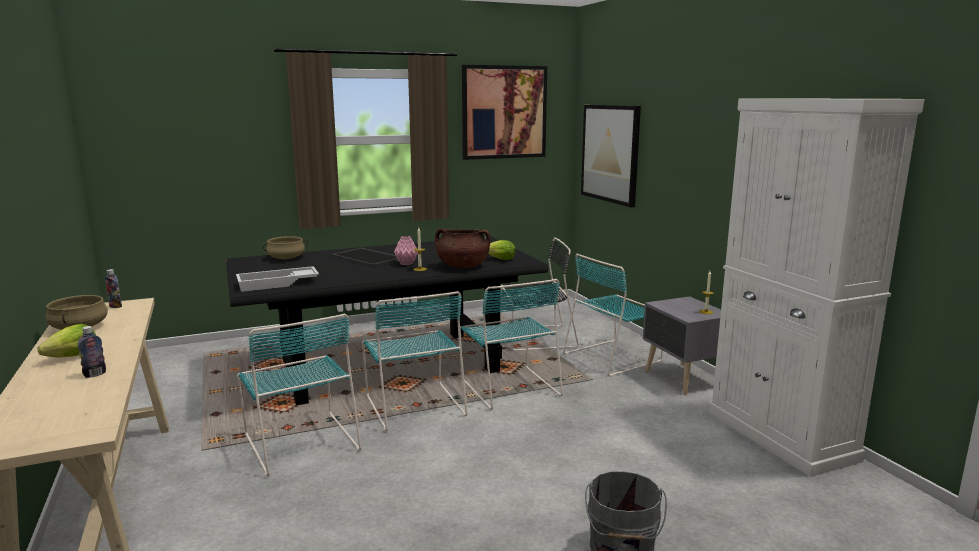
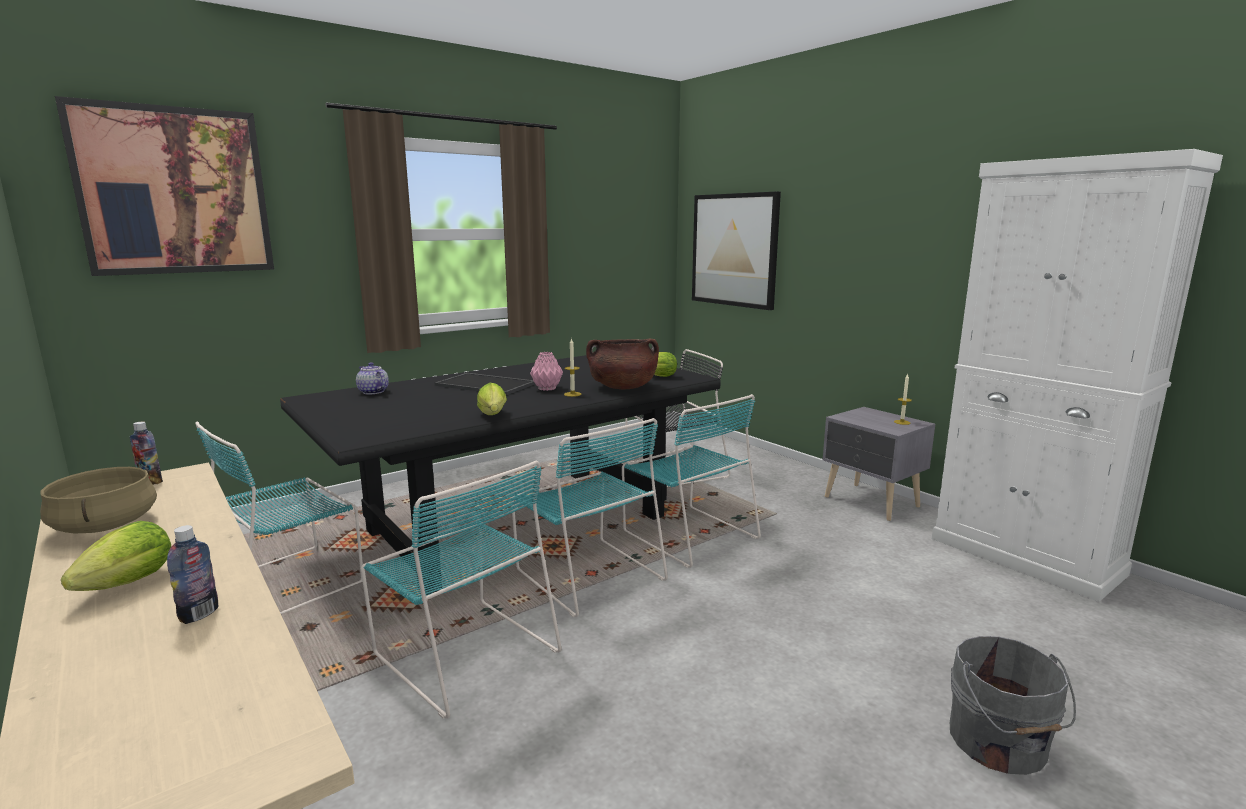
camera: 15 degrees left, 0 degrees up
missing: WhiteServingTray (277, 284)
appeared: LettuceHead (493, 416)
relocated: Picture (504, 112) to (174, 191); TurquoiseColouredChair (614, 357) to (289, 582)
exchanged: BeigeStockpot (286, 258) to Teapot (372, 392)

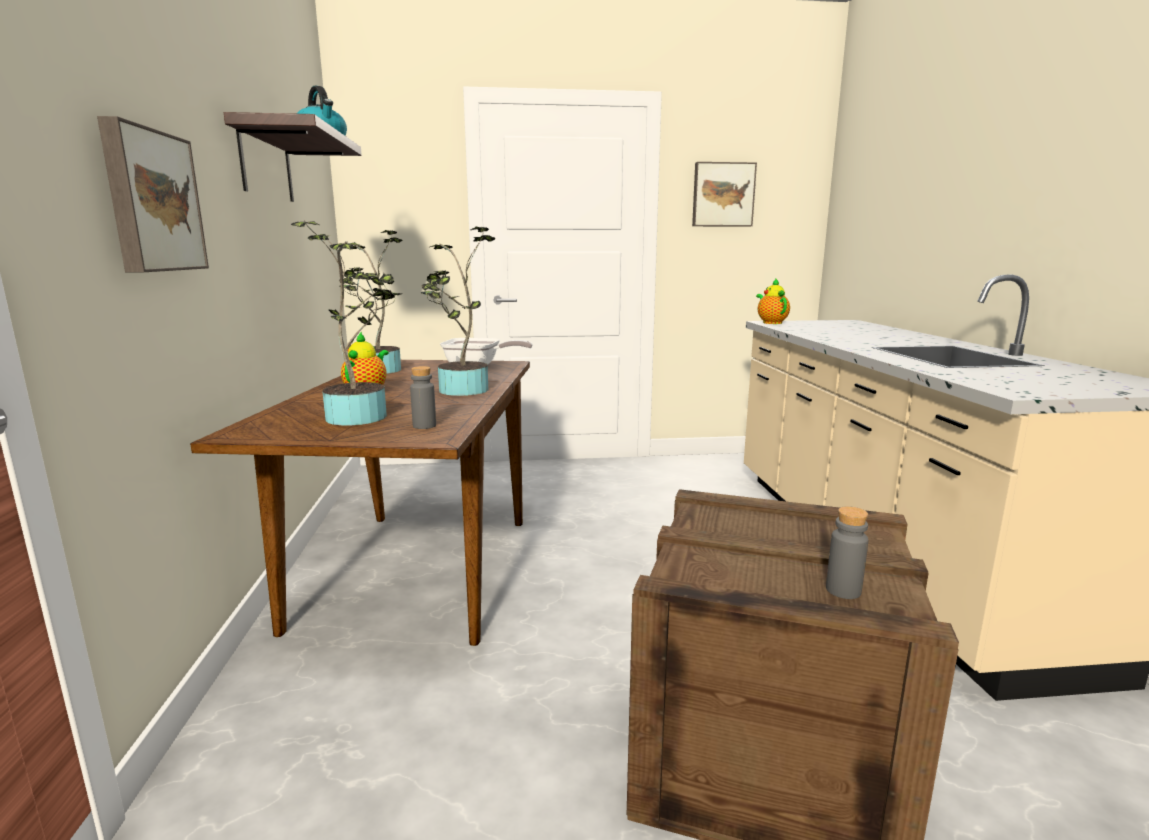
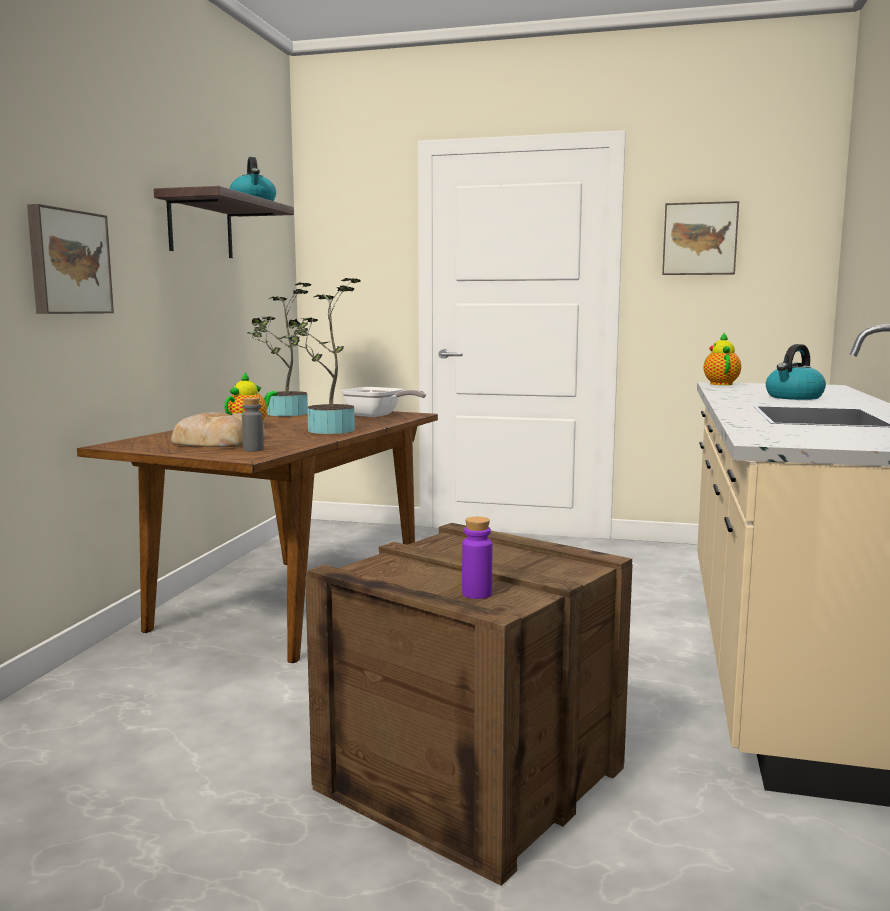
camera: 20 degrees right, 5 degrees down
appeared: TeaKettle (794, 397)
exchanged: Houseplant (362, 415) to BakedBread (218, 441)
colour: GreyishBeverageBottle (843, 590) to PurpleBeverageBottle (476, 594)

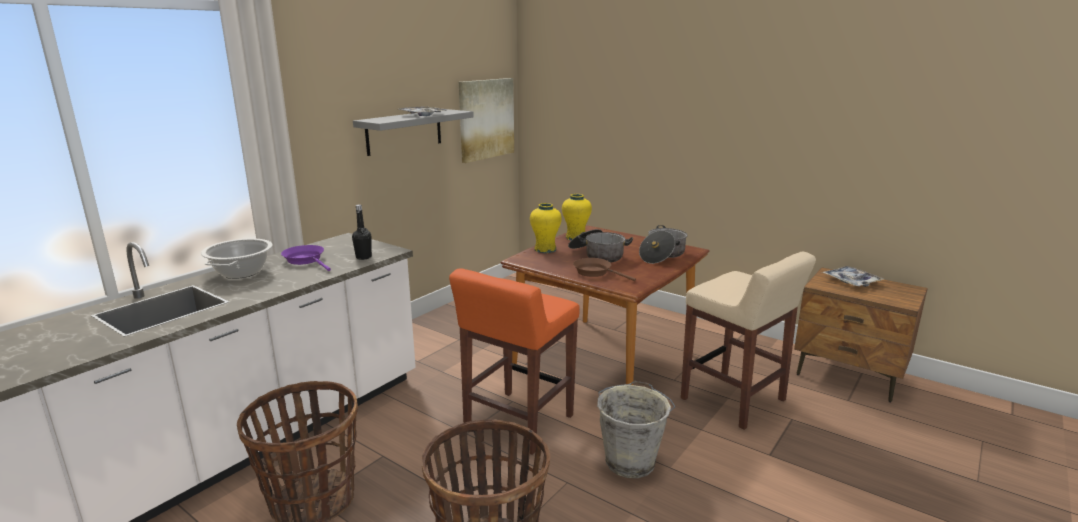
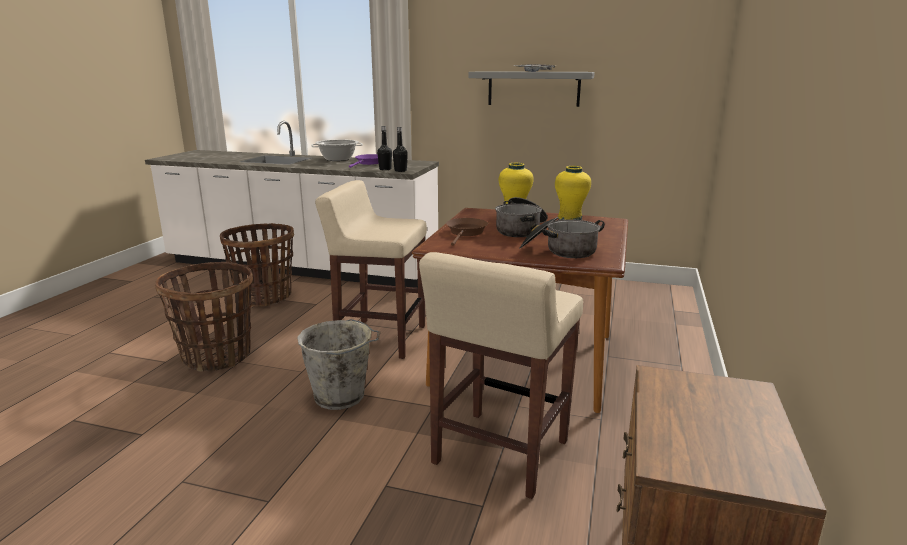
camera: 70 degrees right, 0 degrees up
missing: Picture (486, 119); ServingTray (851, 281)
appeared: BlackBeverageBottle (400, 171)
colour: OrangeyStoolSeat (517, 422) to BeigeStoolSeat (380, 338)

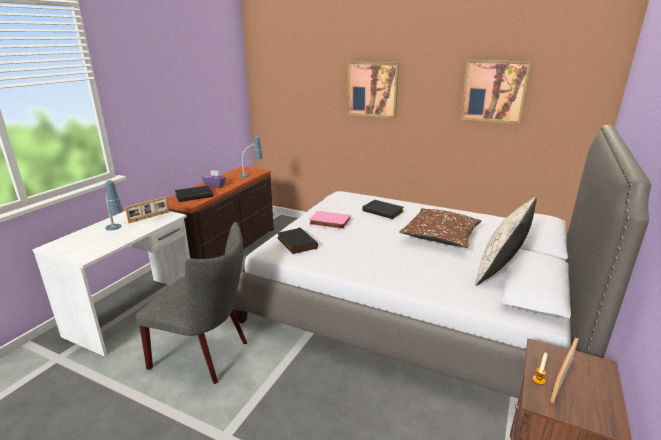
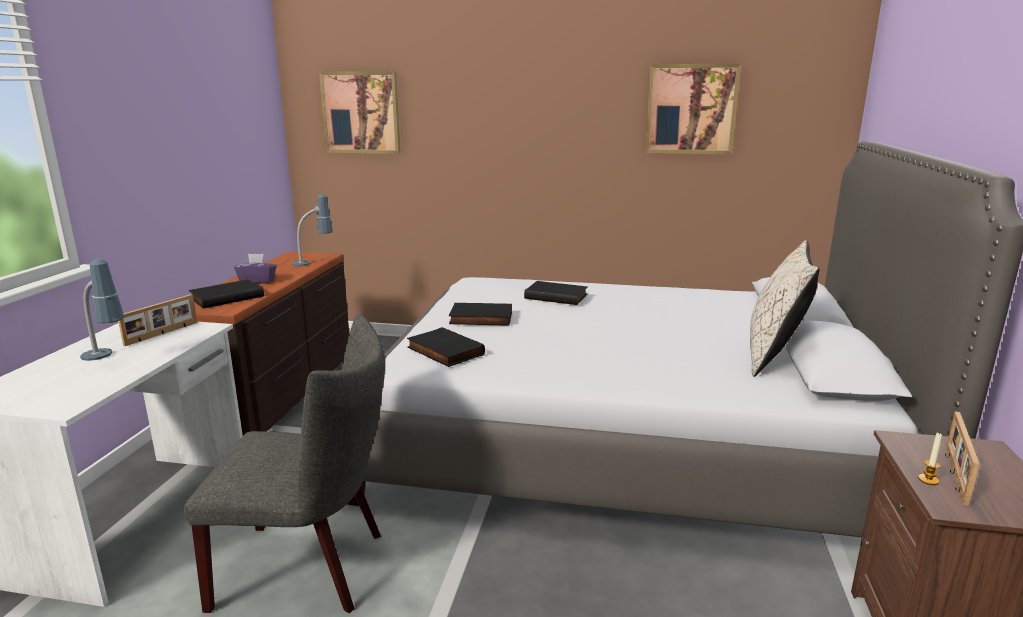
camera: 15 degrees left, 5 degrees down
missing: BrownPillow (440, 236)
relocated: Picture (372, 89) to (361, 112)
colour: PinkishBoundBook (329, 222) to BlackBoundBook (480, 319)

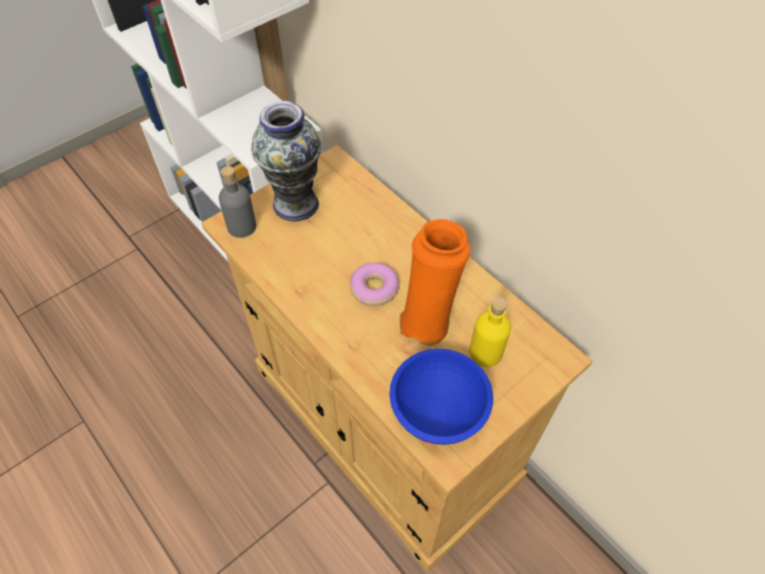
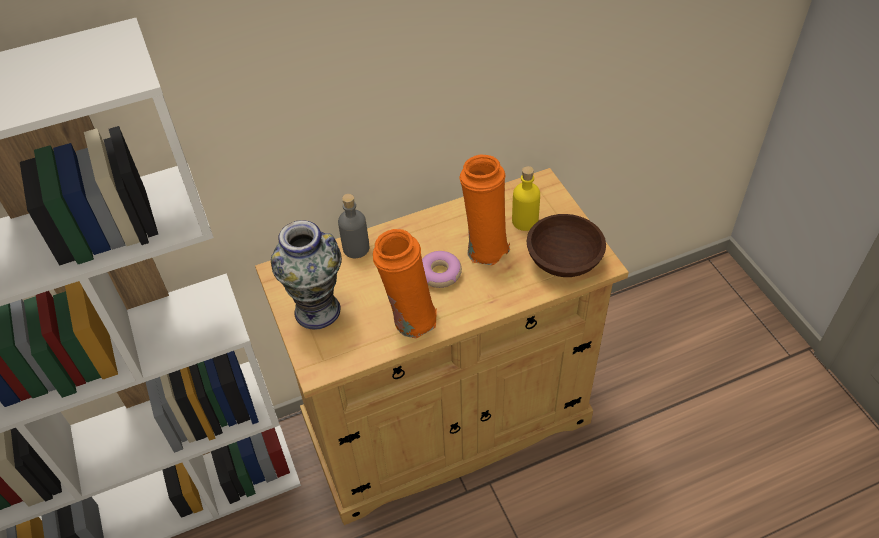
camera: 70 degrees left, 5 degrees down
appeared: OrangeyDecorativeVase (409, 319)
relocated: GreyishBeverageBottle (242, 226) to (356, 248)
colour: BluishBowl (437, 410) to BrownBowl (564, 261)

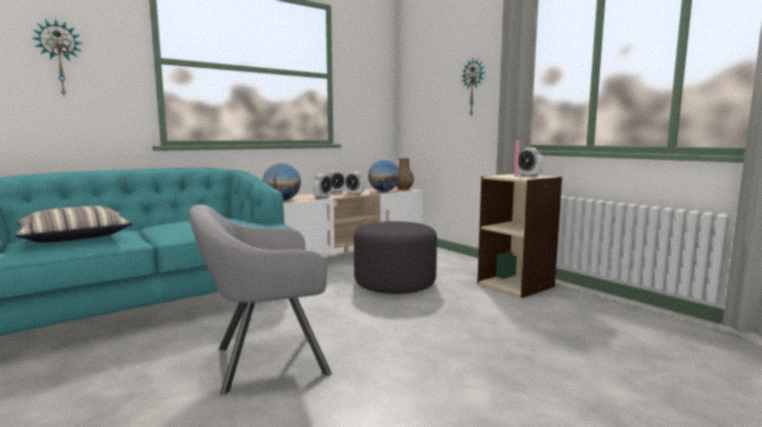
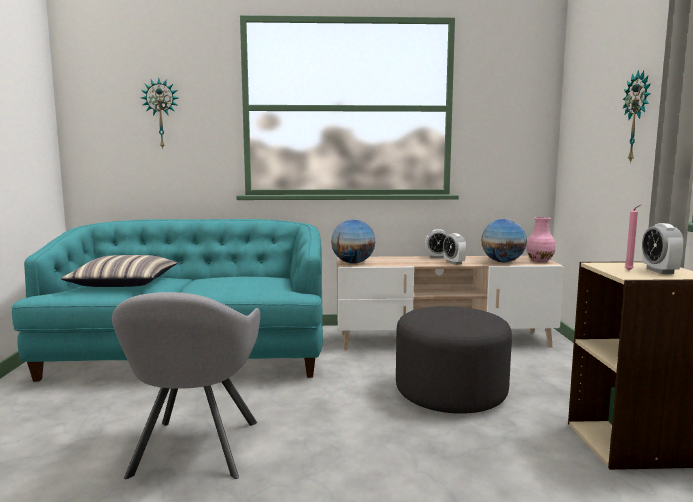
camera: 35 degrees right, 0 degrees up
missing: BedsideClock (322, 197)
colour: BrownDecorativeVase (404, 189) to PinkishDecorativeVase (540, 261)
spun: GreyishArmchair (265, 361) = (194, 451) 105 degrees counterclockwise

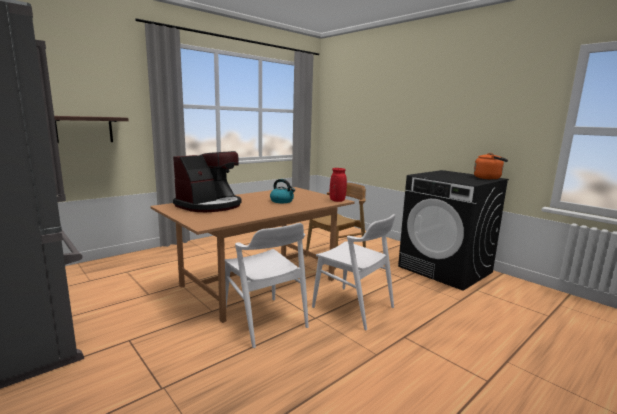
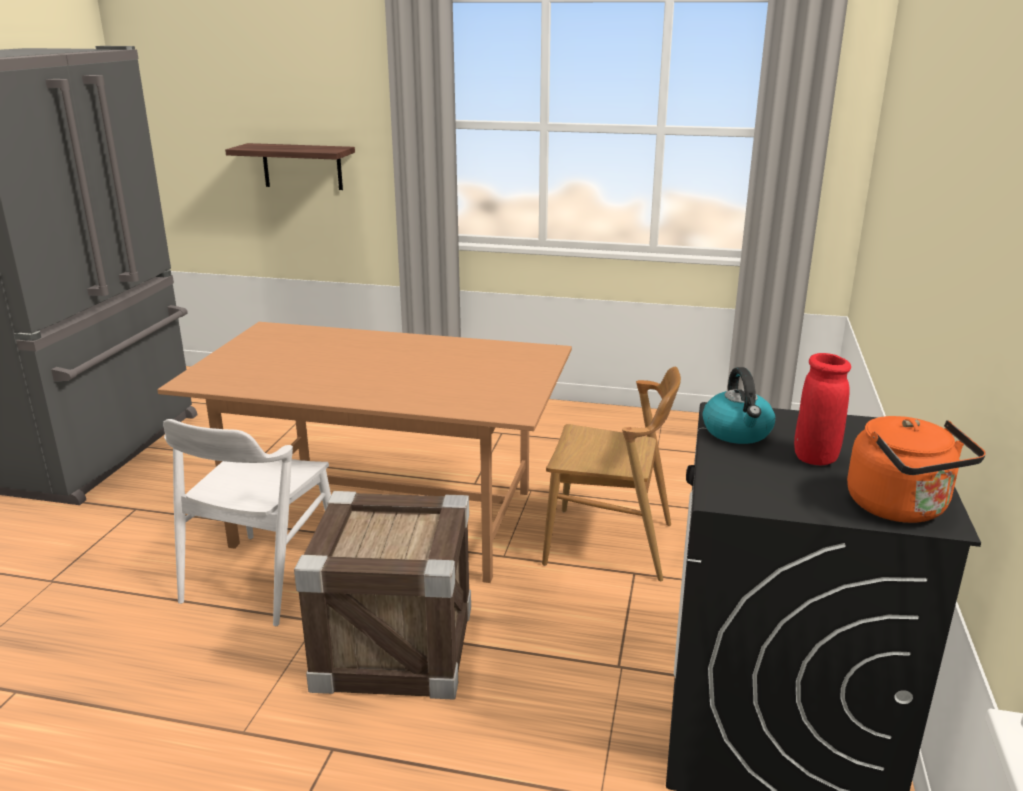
camera: 55 degrees right, 10 degrees up
missing: CoffeeBrewer (210, 205)
relocated: TeaKettle (282, 201) to (737, 432); RedDecorativeVase (337, 201) to (815, 458)
exchanged: WhiteChair (353, 307) to Crate (395, 647)

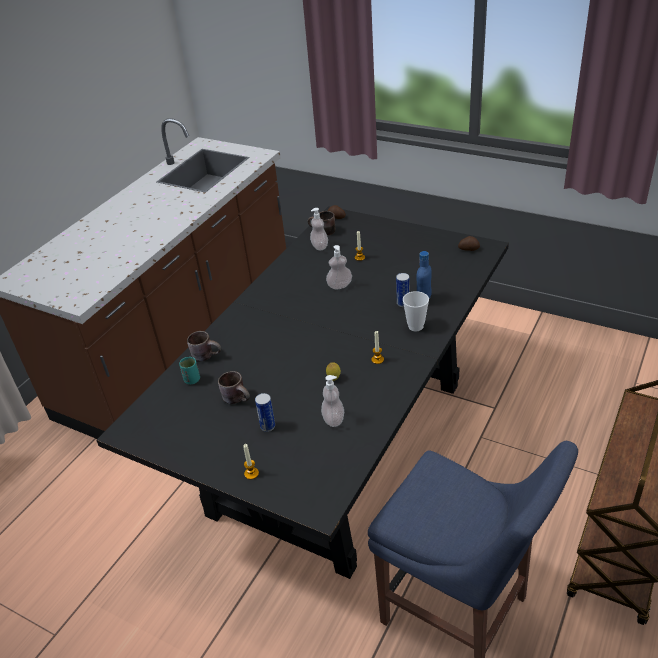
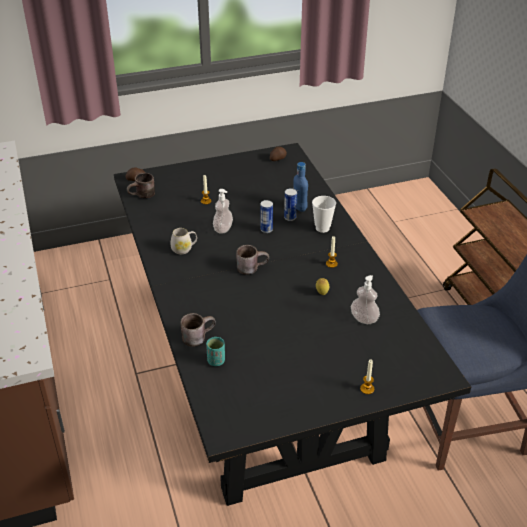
camera: 50 degrees left, 0 degrees up
missing: LiquidSoapBottle (319, 246)
appeared: WhiteCoffeeMug (184, 249)
relocated: BrownCoffeeMug (238, 398) to (251, 267); MetalCan (268, 426) to (266, 229)

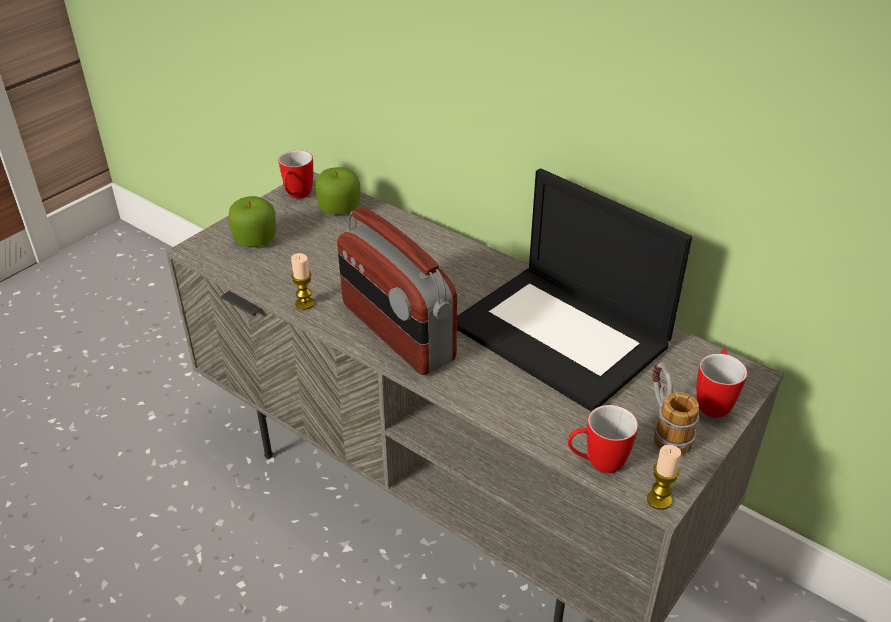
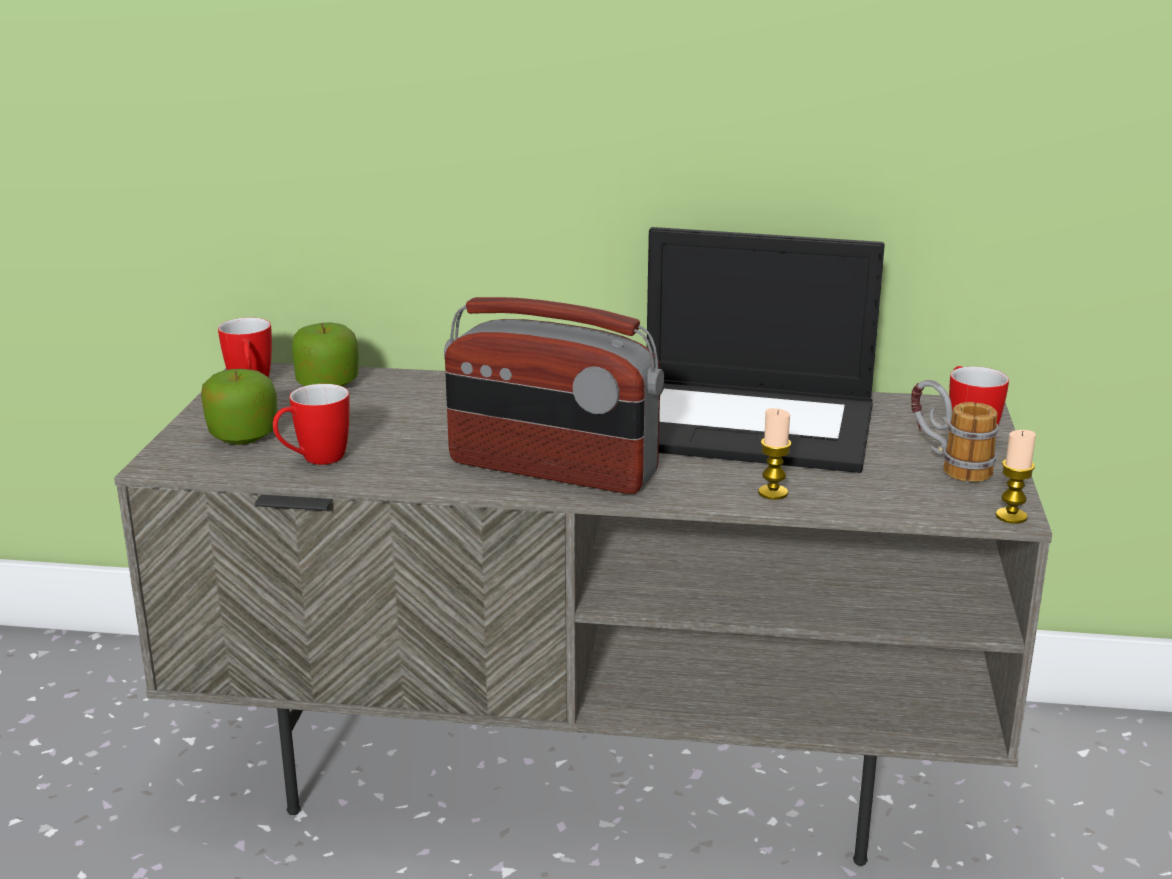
camera: 30 degrees left, 15 degrees down
relocated: Candle (305, 303) to (773, 493); CoffeeMug (596, 463) to (314, 460)

